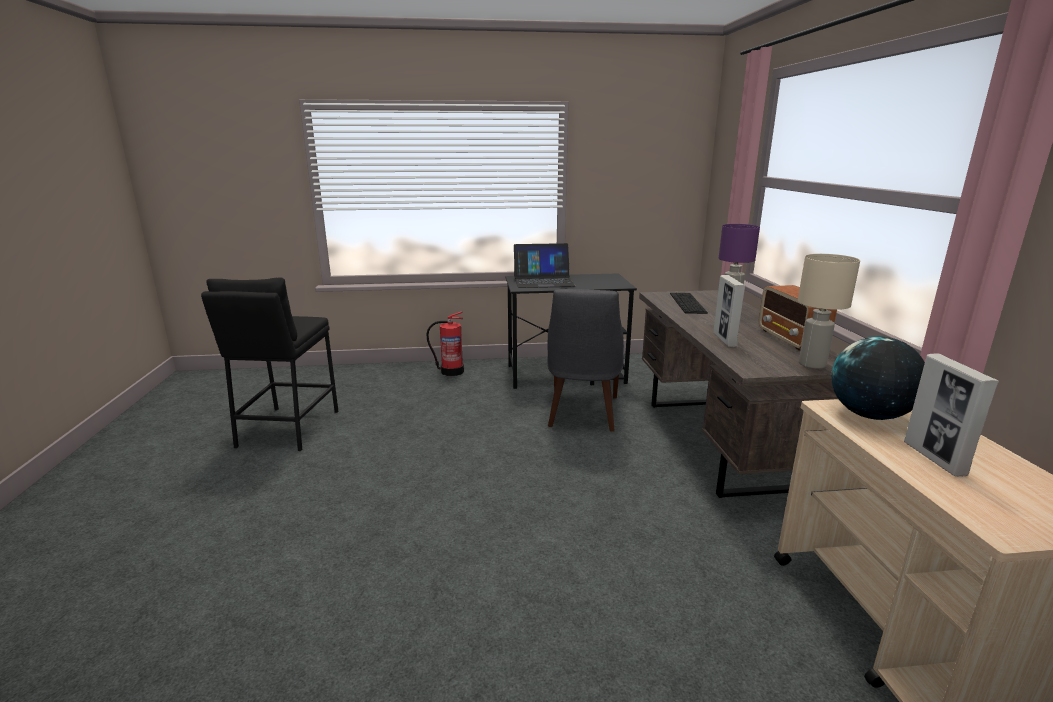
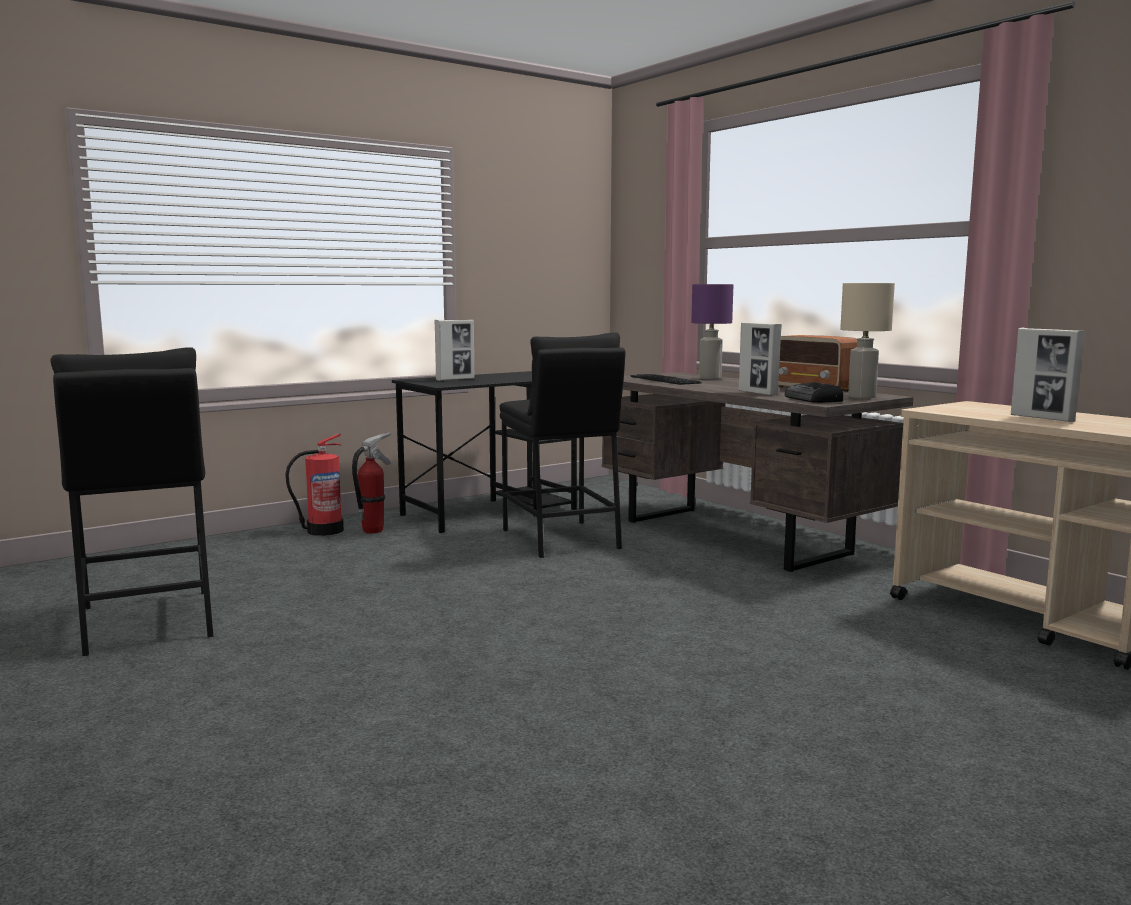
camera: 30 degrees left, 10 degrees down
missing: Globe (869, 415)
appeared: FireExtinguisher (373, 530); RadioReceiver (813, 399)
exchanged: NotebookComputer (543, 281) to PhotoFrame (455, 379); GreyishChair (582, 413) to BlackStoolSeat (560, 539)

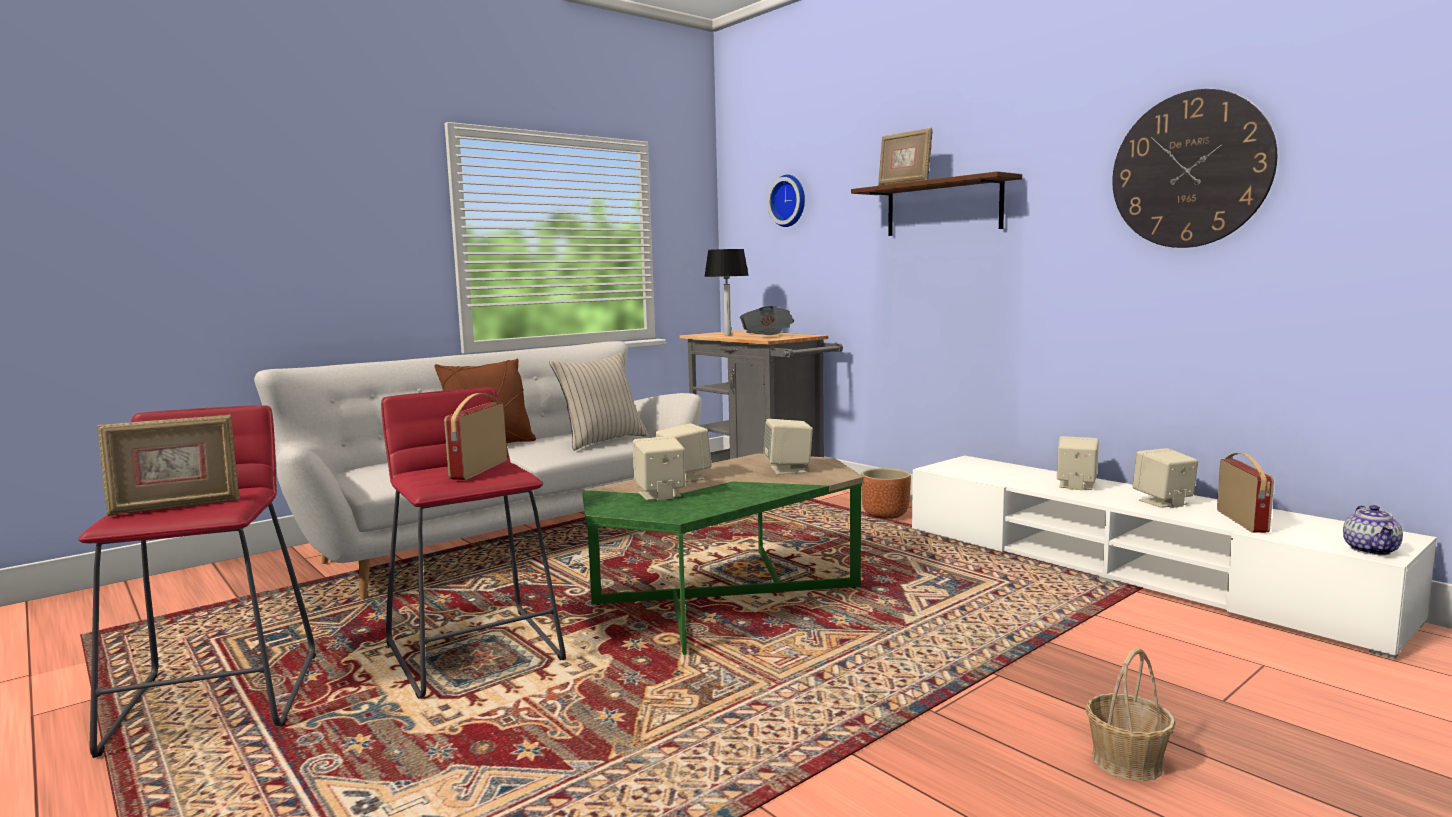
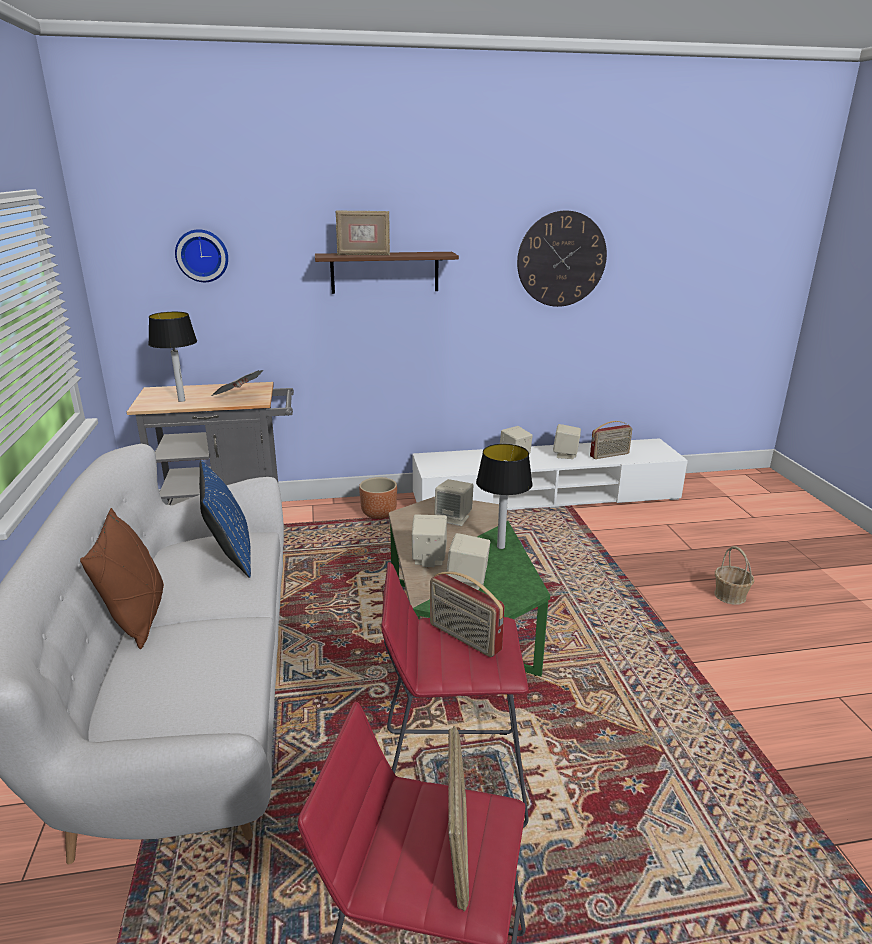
camera: 60 degrees left, 15 degrees up
missing: Teapot (1371, 550)
appeared: TabletopLamp (500, 546)
colour: BeigePillow (602, 441) to BluishPillow (230, 556)
spun: RadioReceiver (1243, 521) = (610, 455) 120 degrees clockwise

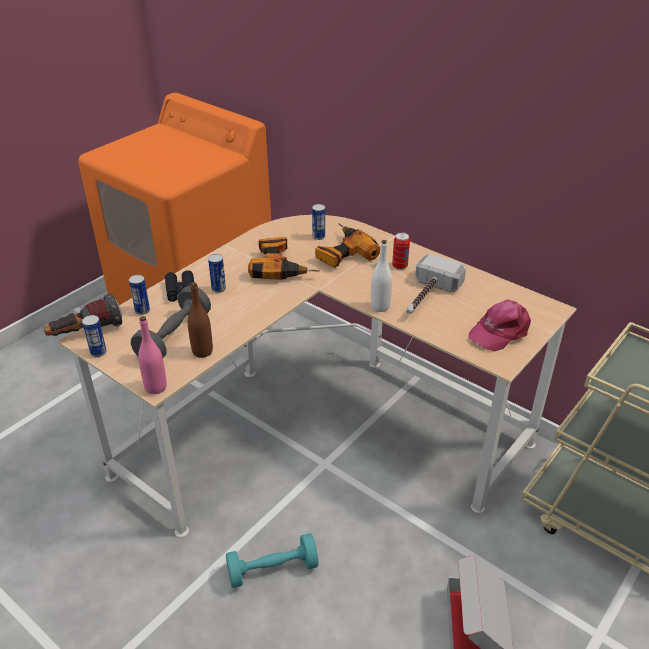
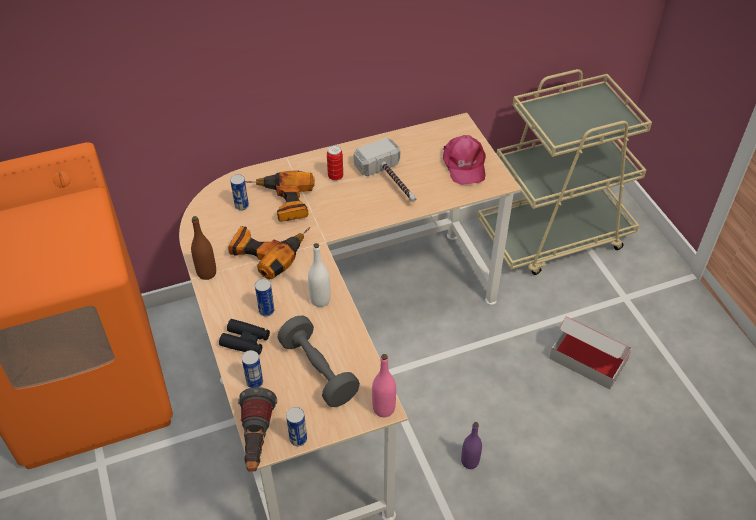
camera: 60 degrees left, 10 degrees up
relocated: BrownBeverageBottle (202, 351) to (206, 273); WhiteBeverageBottle (380, 307) to (320, 300)
exchanged: TurquoiseColouredHandWeight (272, 570) to PurpleBeverageBottle (469, 462)

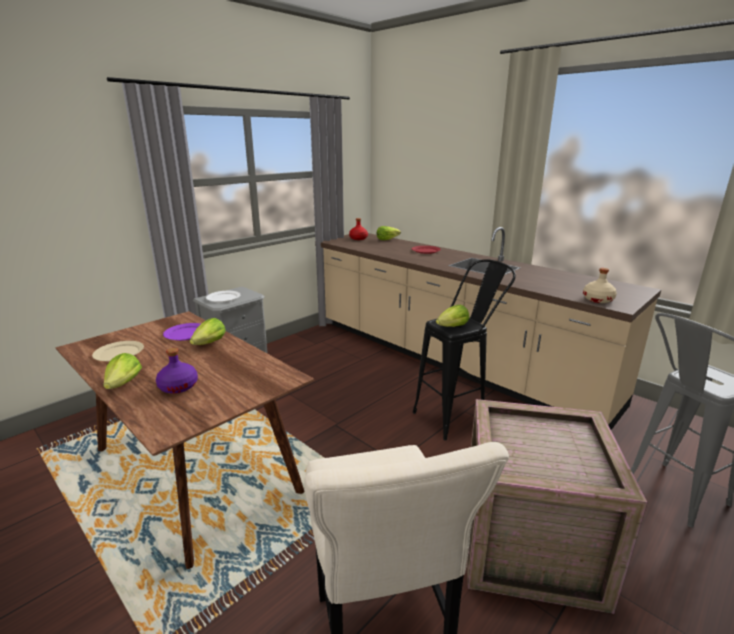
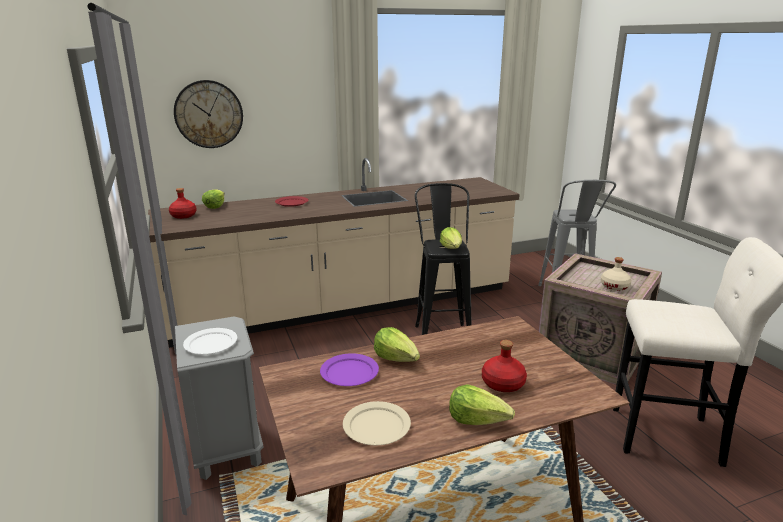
camera: 65 degrees left, 0 degrees up
appeared: HangingClock (208, 114)
relocated: BeigeBeverageBottle (598, 299) to (614, 286)
colour: PurpleBeverageBottle (178, 386) to RedBeverageBottle (502, 383)

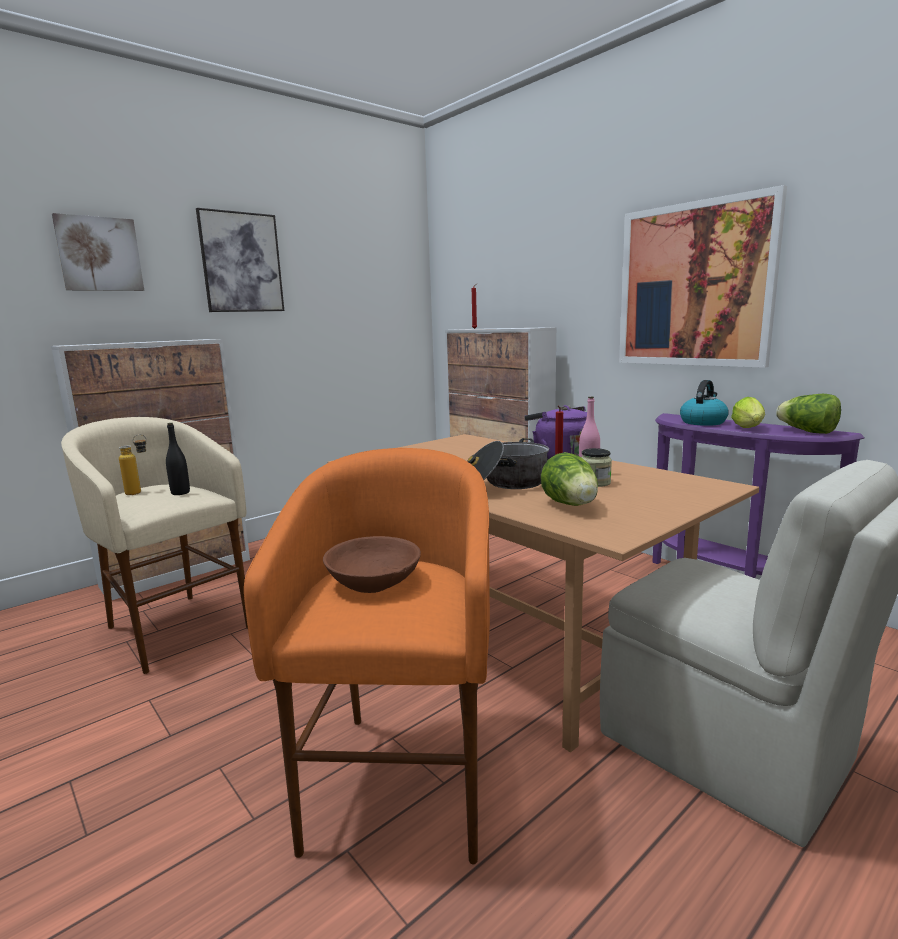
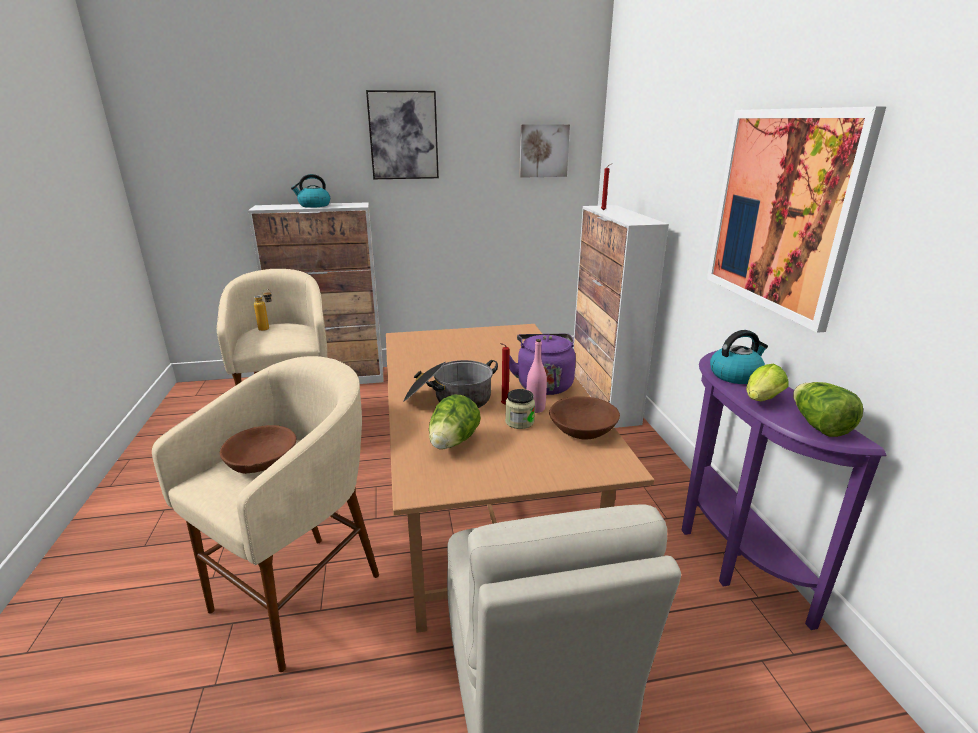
camera: 30 degrees right, 10 degrees up
missing: BlackBeverageBottle (180, 493)
appeared: TeaKettle (314, 205); BrownBowl (583, 430)
relocated: Picture (99, 254) to (543, 151)
colour: OrangeyStoolSeat (400, 780) to BeigeStoolSeat (300, 594)

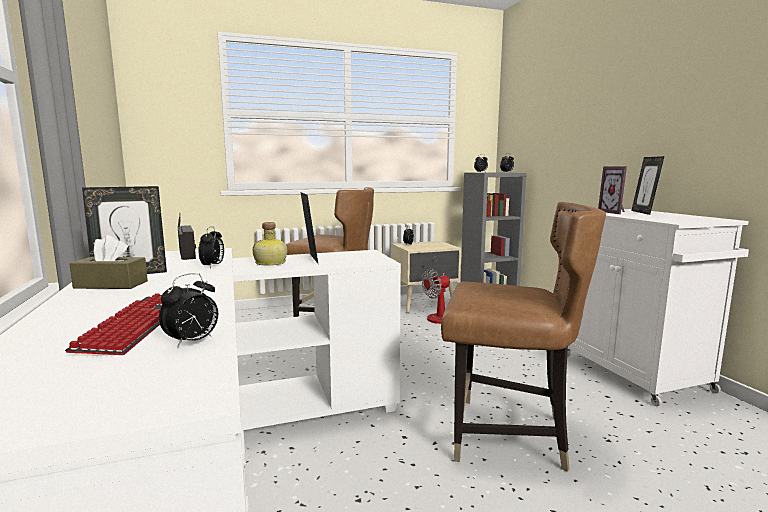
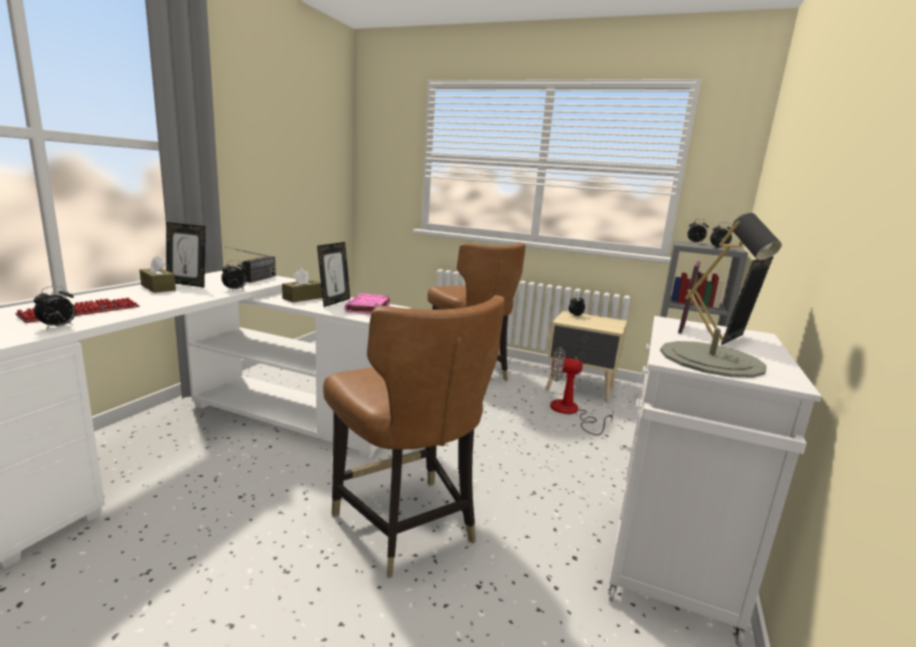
camera: 40 degrees right, 5 degrees up
appeared: PinkishBoundBook (368, 308); GreyishTabletopLamp (711, 359)
exchanged: BeverageBottle (271, 263) to BrownTissueHolder (303, 298)
spun: BedsideClock (192, 342) = (58, 327) 45 degrees counterclockwise

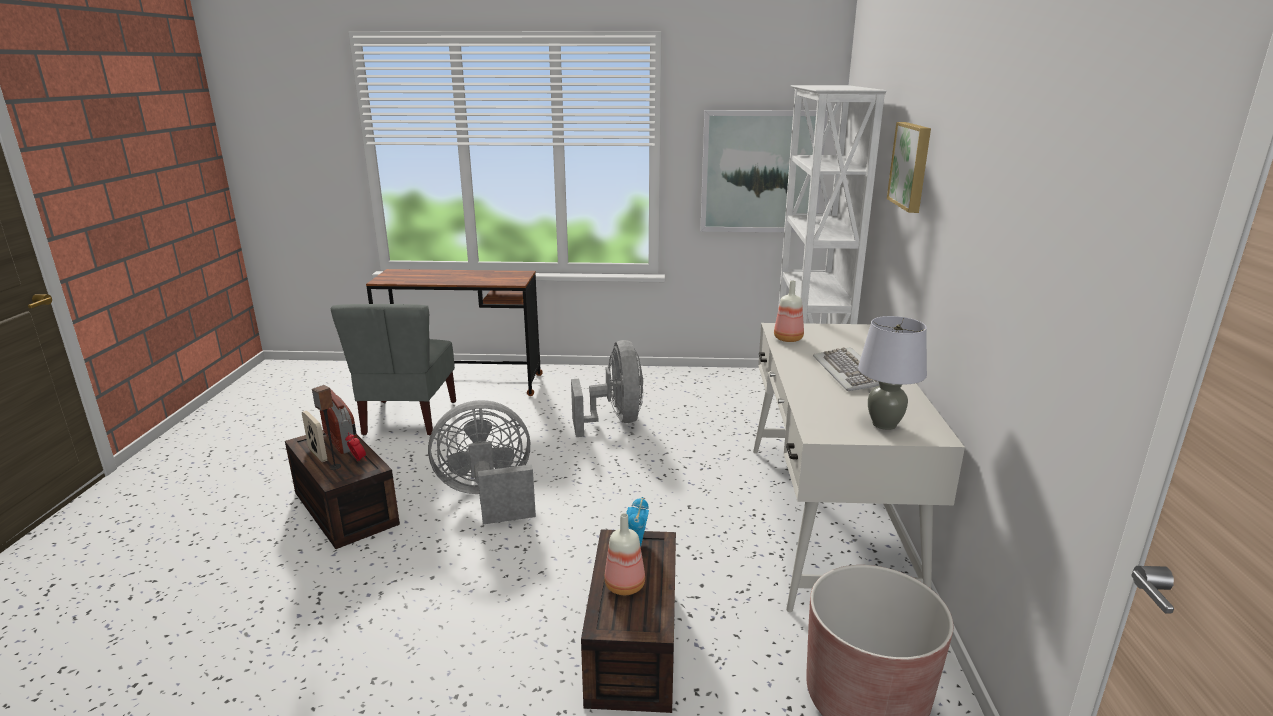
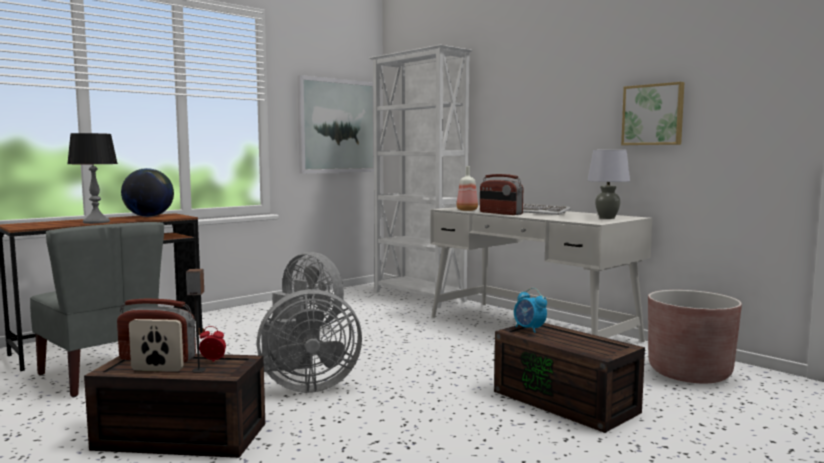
camera: 45 degrees left, 15 degrees down
missing: BeverageBottle (626, 586)
appeared: TabletopLamp (96, 222); Globe (149, 216); RadioReceiver (500, 213)
relocated: Picture (912, 166) to (653, 115)
spun: GreyishElectricFan (488, 497) = (306, 386) 135 degrees counterclockwise

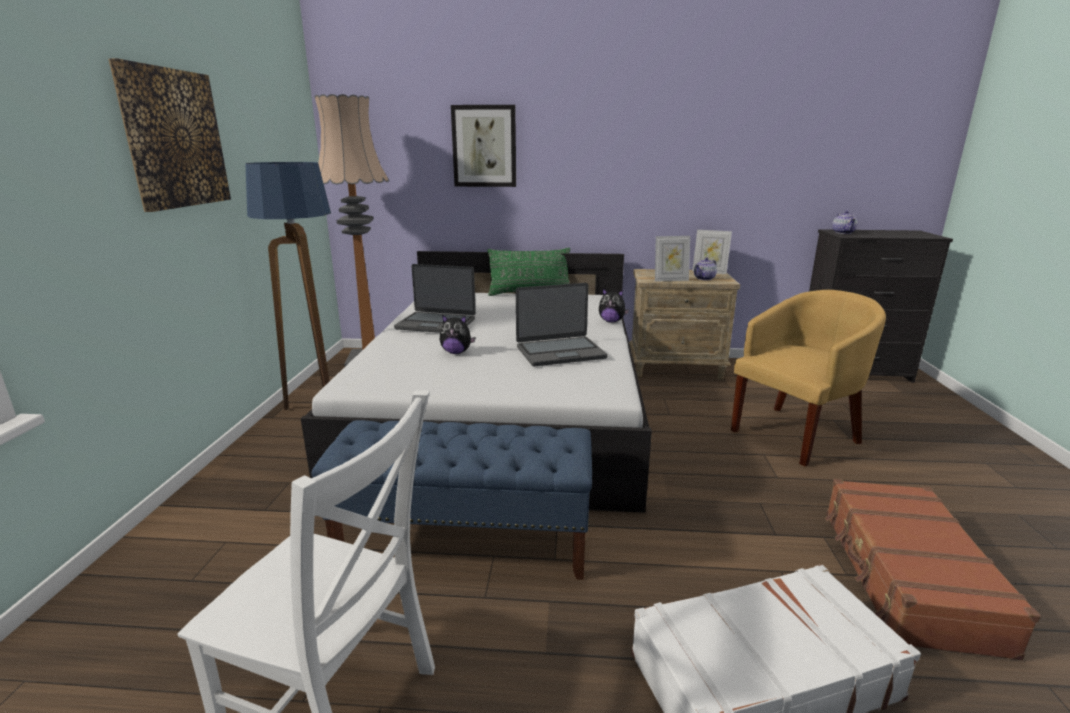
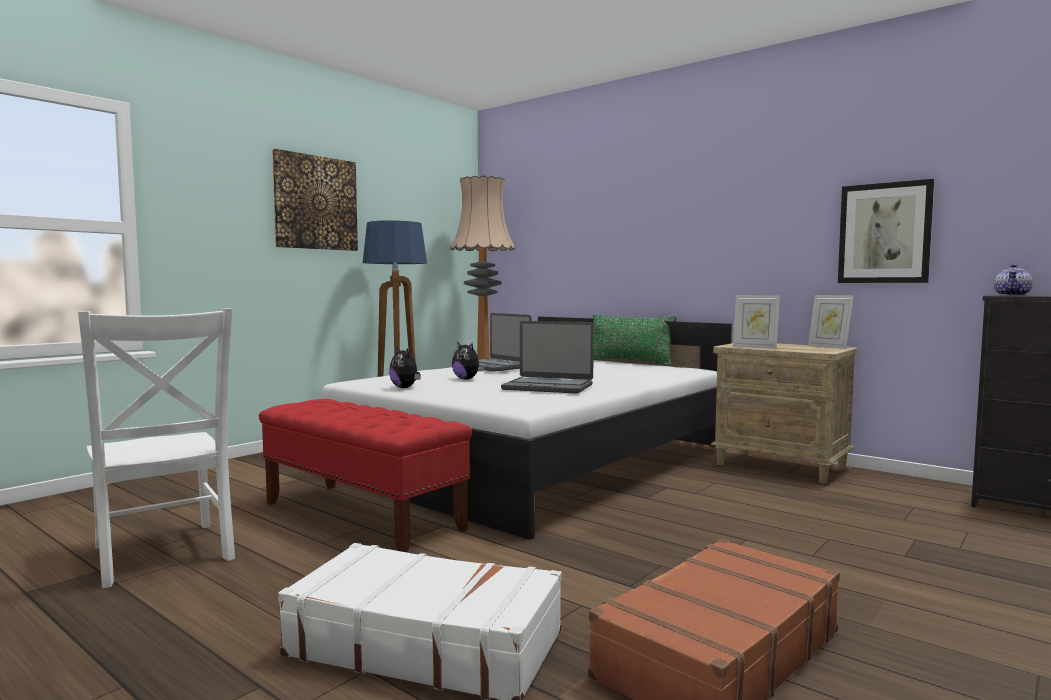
camera: 35 degrees right, 15 degrees down
missing: Teapot (704, 278); YellowColouredArmchair (795, 434)
relocated: Picture (484, 146) to (884, 233); PlushToy (611, 321) to (405, 388)
colour: BluishBench (465, 541) to RedBench (362, 516)

